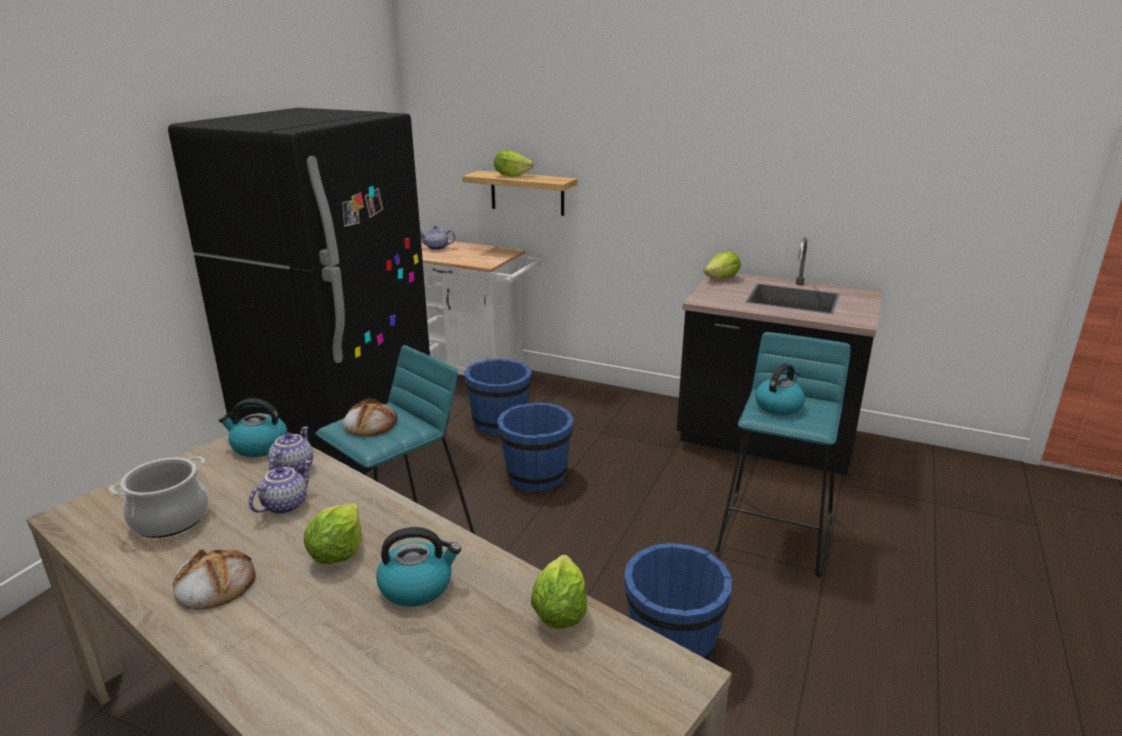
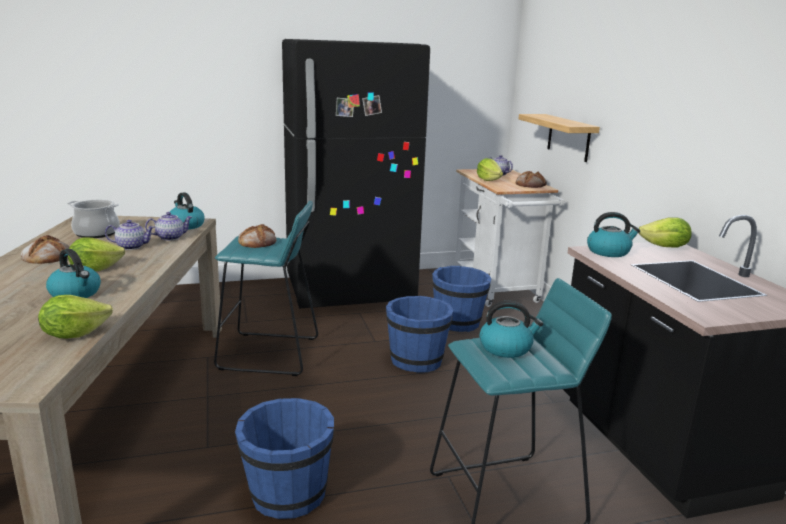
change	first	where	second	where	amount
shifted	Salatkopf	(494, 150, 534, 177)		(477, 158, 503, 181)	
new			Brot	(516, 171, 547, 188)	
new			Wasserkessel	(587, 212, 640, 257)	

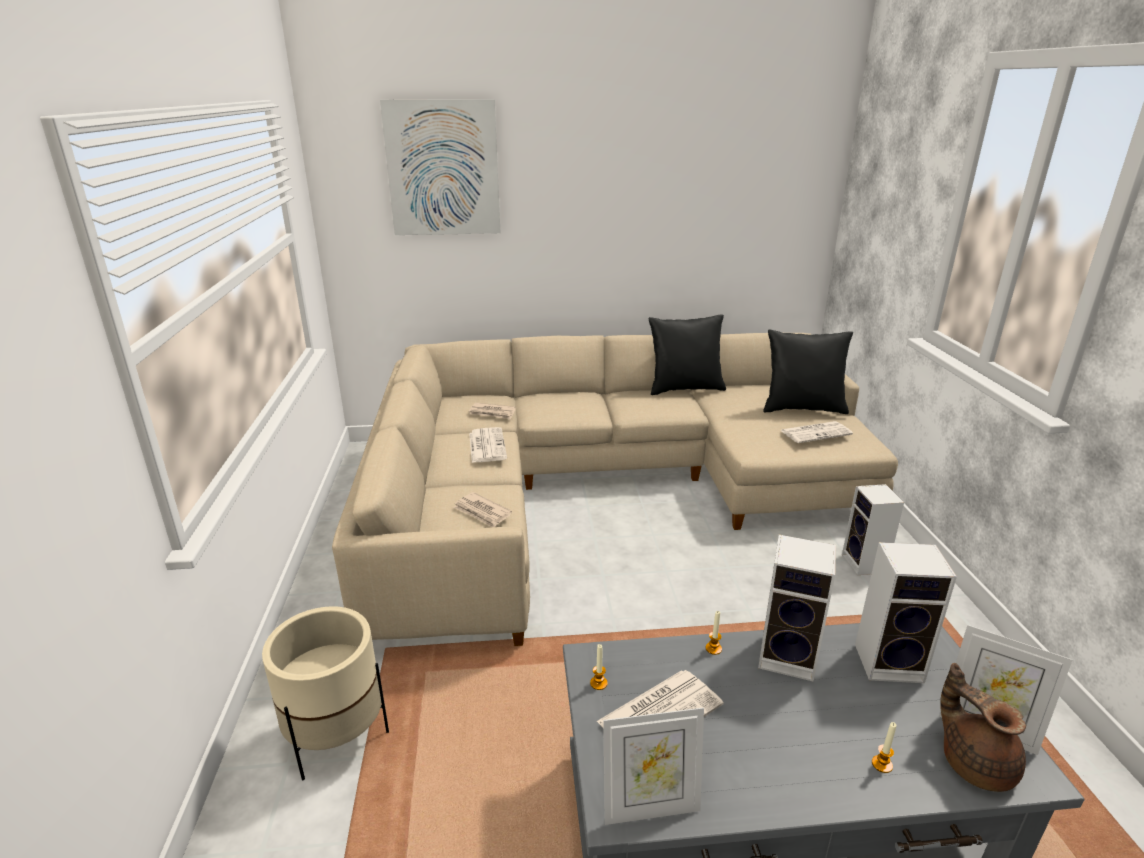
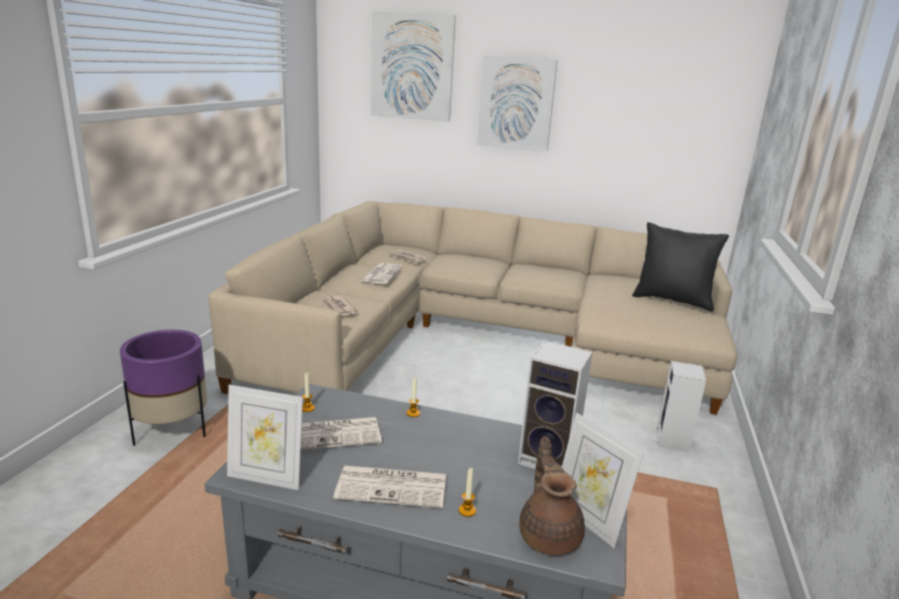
change	first	where	second	where	amount
repainted	Pflanzkübel (beige)	(262, 606, 389, 781)	Pflanzkübel (lila)	(120, 330, 207, 446)	
gone	Kissen (schwarz)	(649, 314, 726, 395)			
gone	Lautsprecher	(758, 534, 836, 681)			
shifted	Zeitung	(780, 421, 853, 443)		(333, 466, 446, 508)	
new			Bild	(477, 56, 557, 151)	

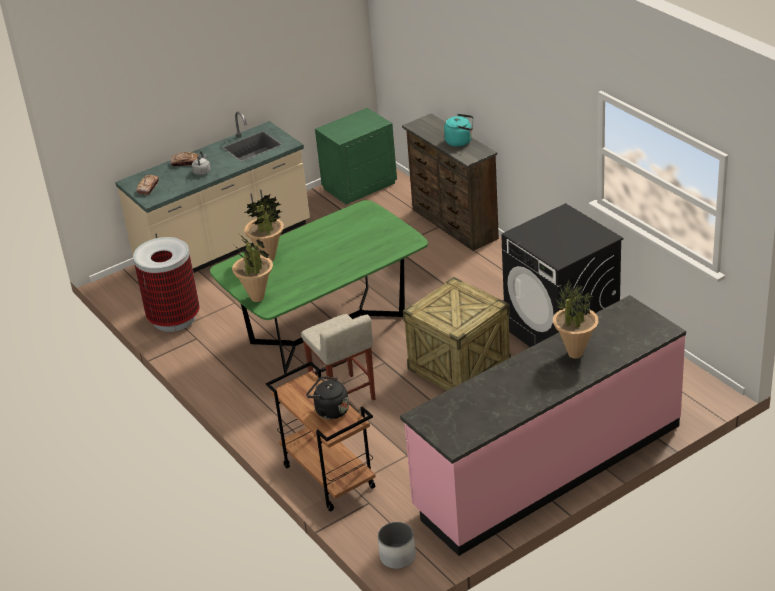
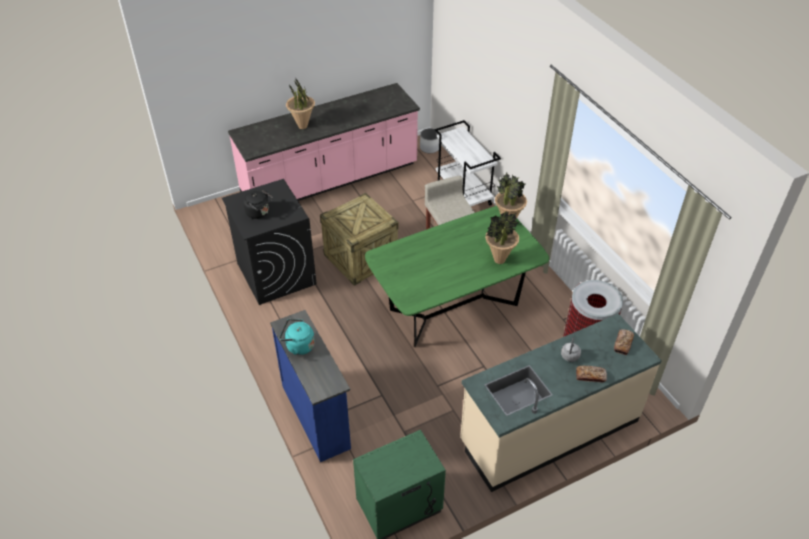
change	first	where	second	where	amount
repainted	Rollwagen (braun)	(266, 361, 376, 512)	Rollwagen (weiß)	(435, 120, 501, 206)	
shifted	Wasserkessel (schwarz)	(306, 376, 349, 419)		(243, 190, 273, 219)	
repainted	Kommode (braun)	(402, 113, 499, 251)	Kommode (blau)	(270, 310, 351, 462)	

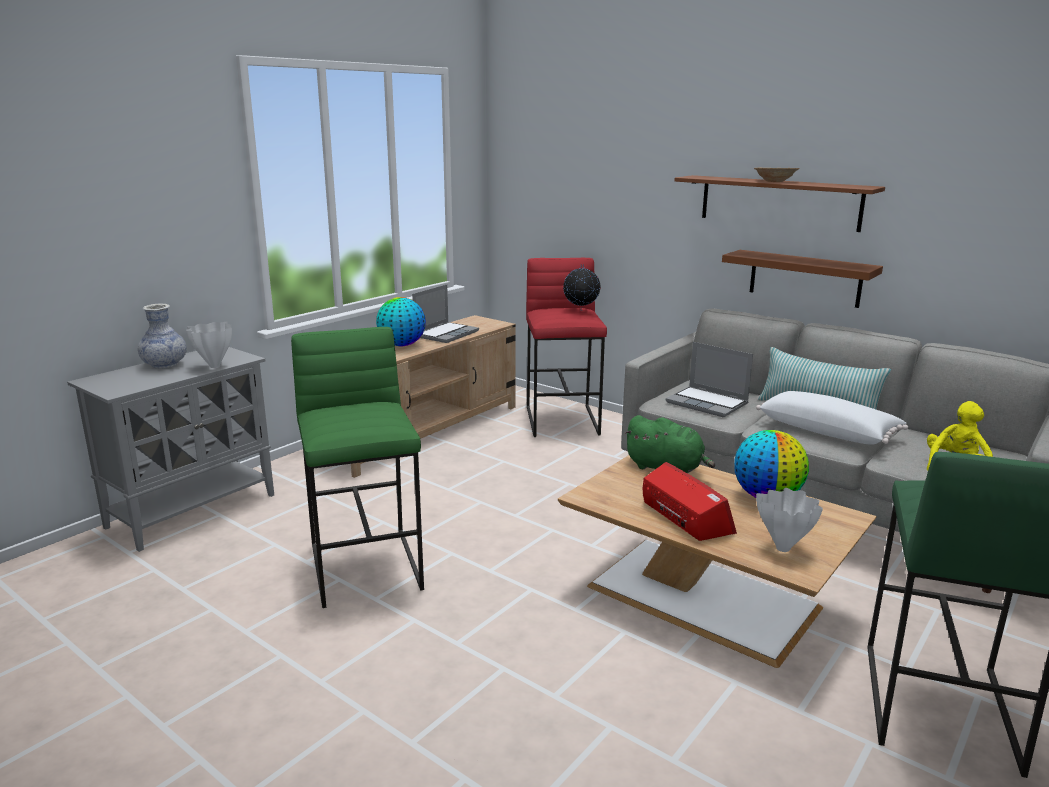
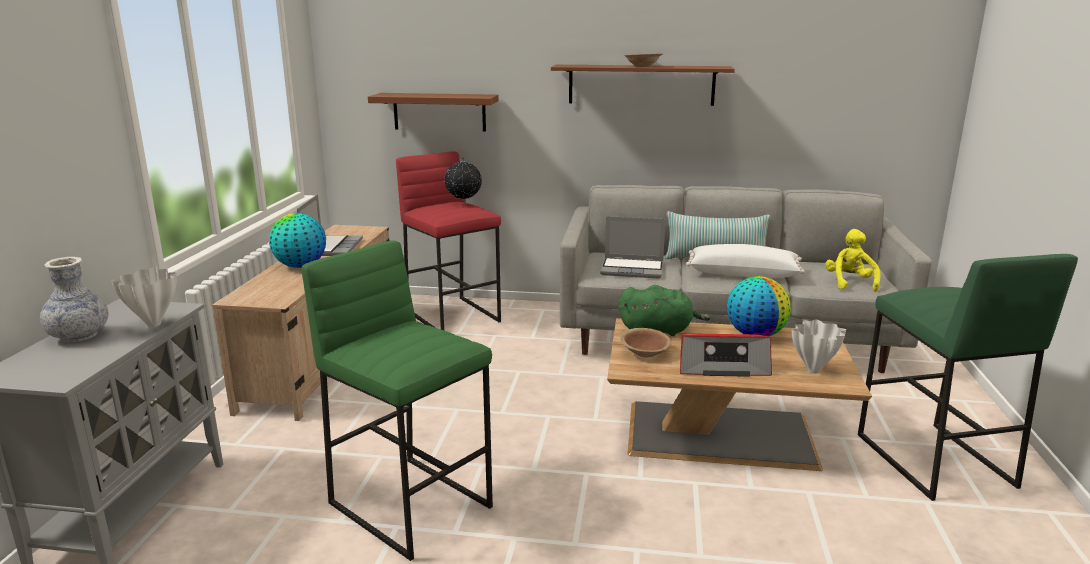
change	first	where	second	where	amount
rotated	Radio	(643, 462, 737, 541)		(680, 333, 772, 377)	150 degrees clockwise
shifted	Wandregal (braun)	(722, 250, 883, 308)		(368, 93, 499, 132)	
new			Schüssel (braun)	(620, 328, 671, 357)	

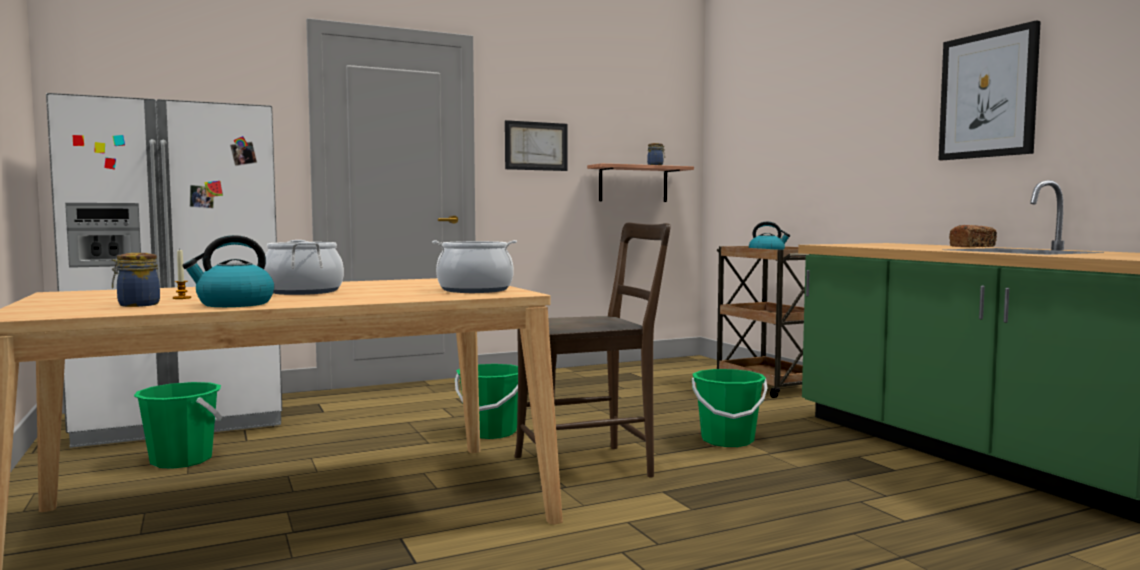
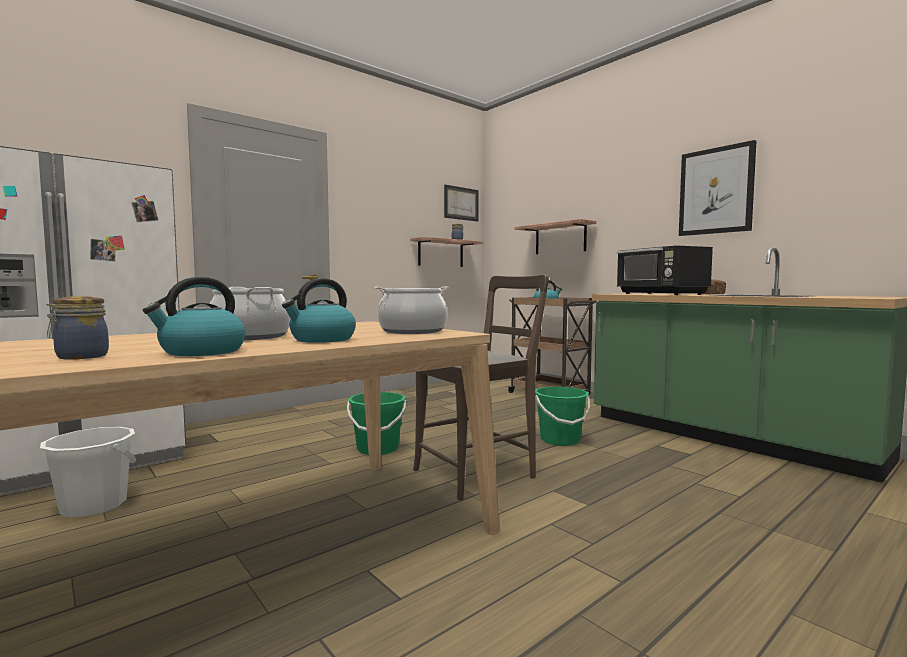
change	first	where	second	where	amount
repainted	Eimer (grün)	(134, 382, 222, 469)	Eimer (weiß)	(40, 427, 137, 517)	
gone	Kerze	(173, 250, 191, 299)			
shifted	Bild	(505, 120, 567, 171)		(444, 185, 479, 222)	
new			Wasserkessel	(282, 278, 356, 343)	
new			Wandregal	(514, 219, 596, 254)	
new			Mikrowelle (schwarz)	(617, 246, 713, 295)	

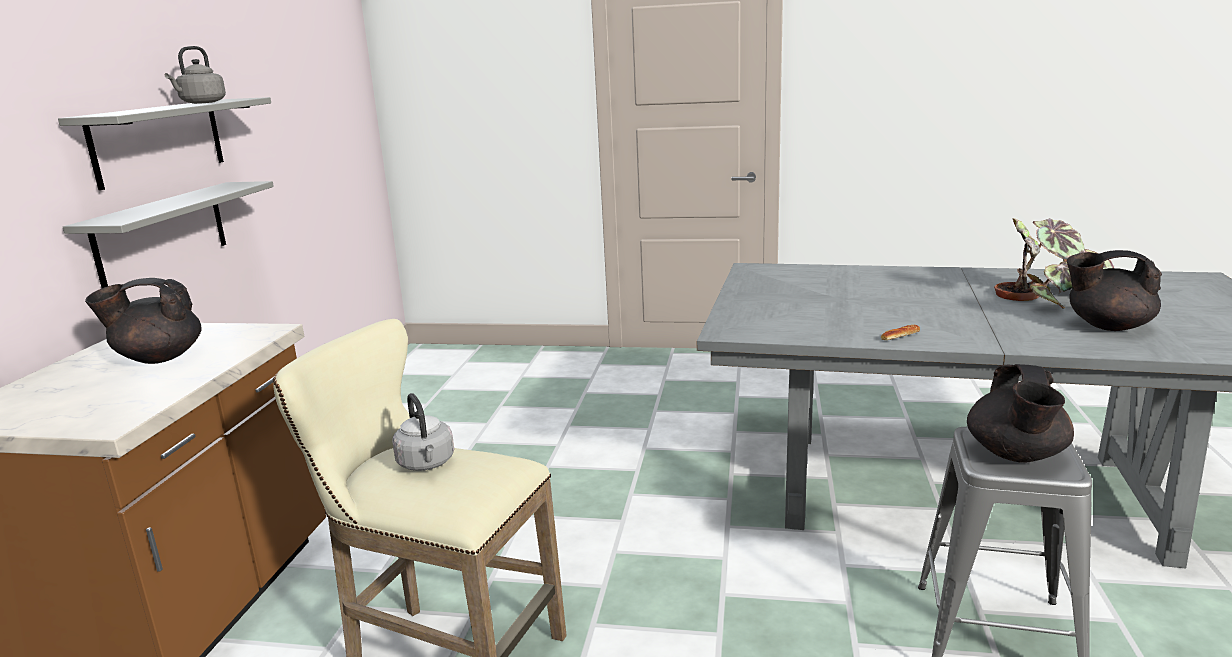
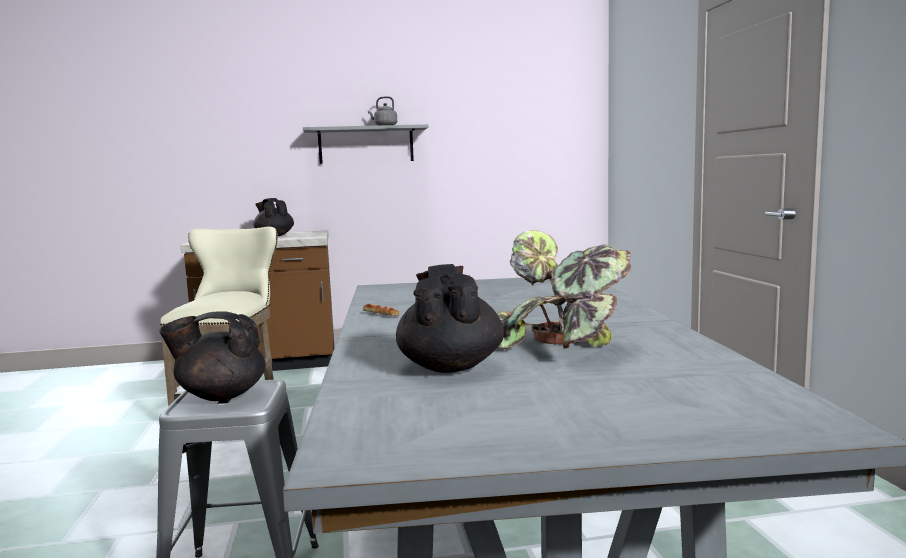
change	first	where	second	where	amount
gone	Wandregal (grau)	(63, 181, 274, 288)			
gone	Wasserkessel (grau)	(392, 393, 454, 471)			

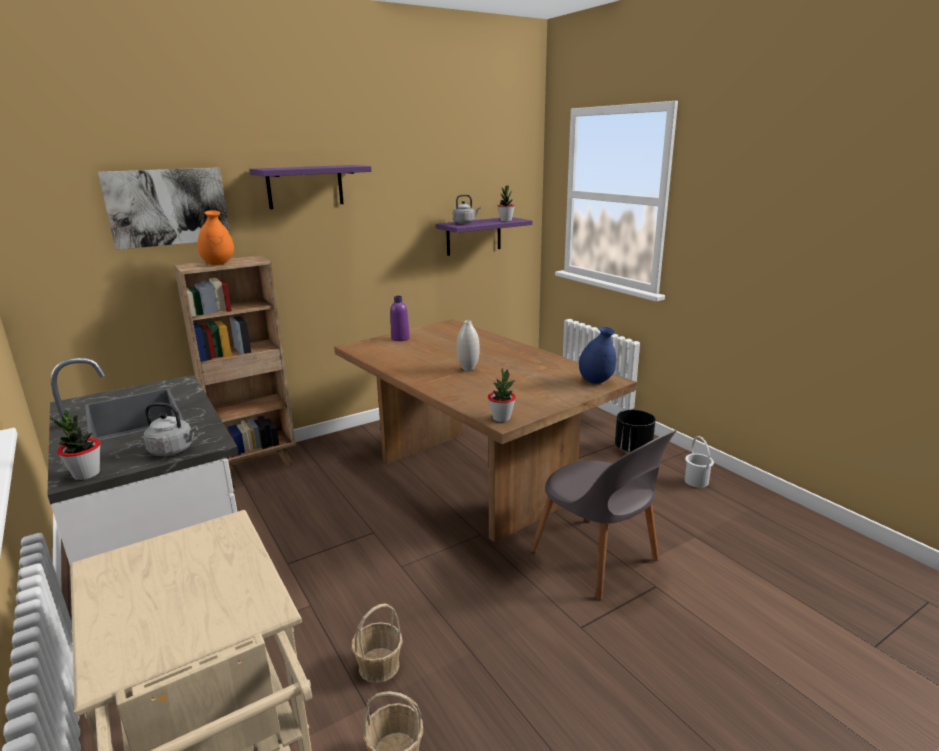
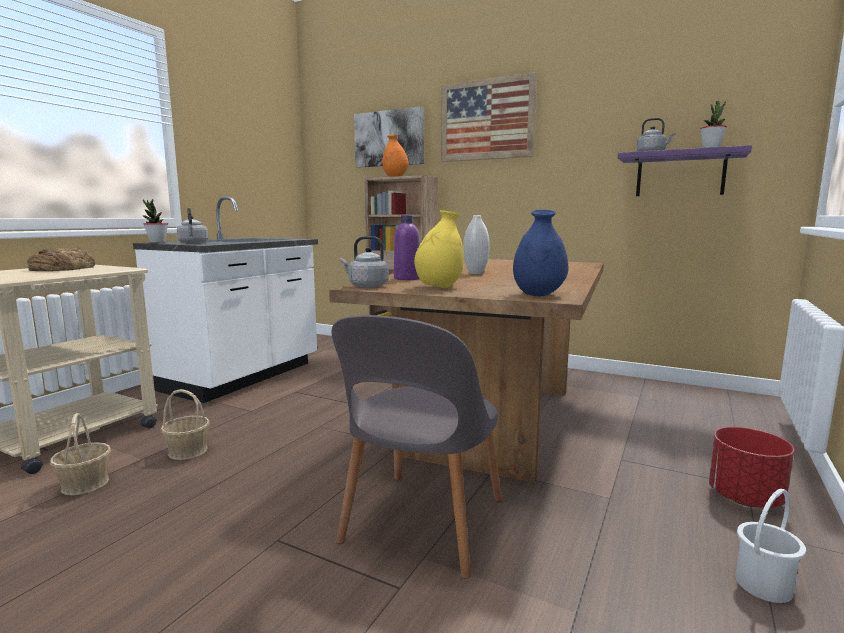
change	first	where	second	where	amount
swapped	Wandregal (lila)	(249, 165, 372, 209)	Bild	(441, 72, 537, 162)	
shifted	Flasche (lila)	(390, 296, 410, 341)		(394, 215, 420, 280)	
swapped	Topfpflanze	(488, 368, 516, 422)	Wasserkessel (grau)	(340, 236, 389, 287)	
repainted	Pflanzkübel (schwarz)	(615, 410, 656, 452)	Pflanzkübel (rot)	(709, 427, 794, 508)	
new			Brot	(27, 247, 95, 271)	
new			Vase (gelb)	(414, 210, 464, 288)	

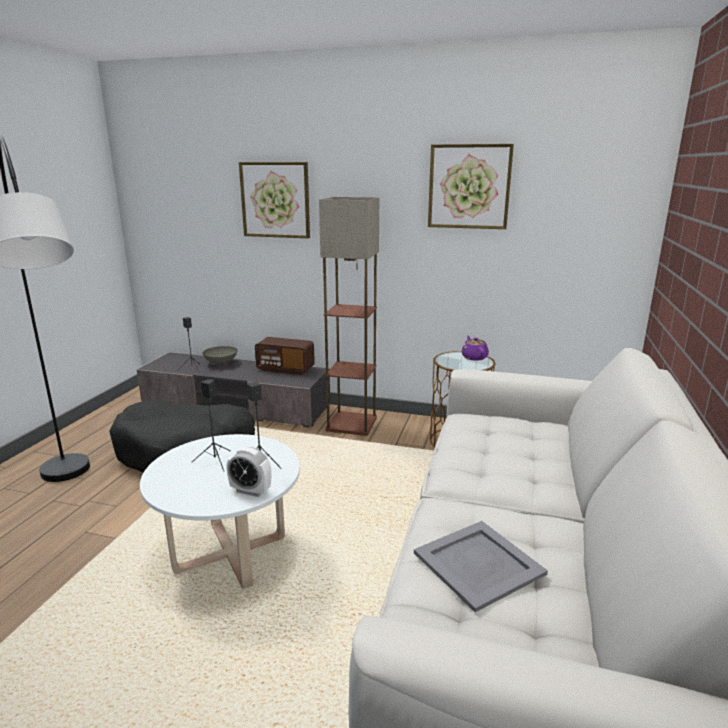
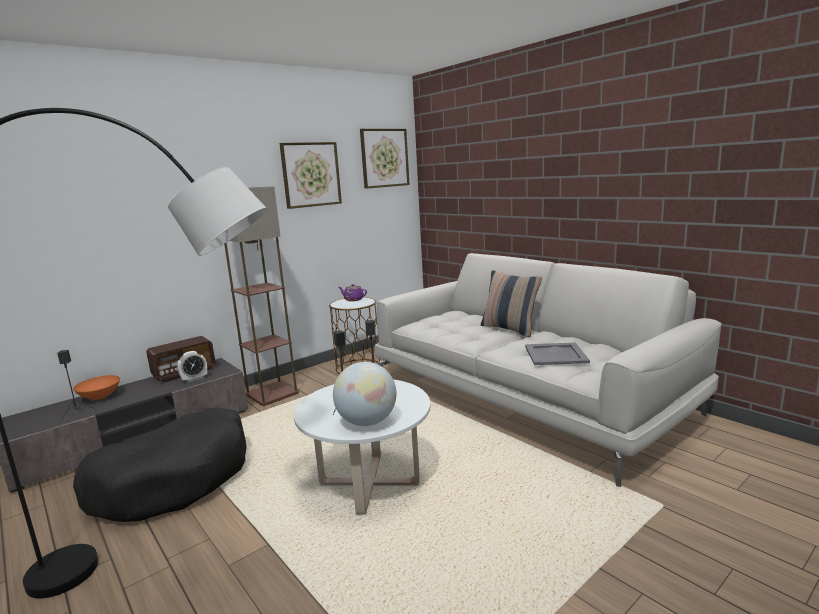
change	first	where	second	where	amount
repainted	Schüssel (grau)	(203, 346, 238, 365)	Schüssel (orange)	(73, 375, 120, 400)	
shifted	Wecker	(227, 447, 271, 497)		(177, 351, 207, 382)	
shifted	Bild	(239, 162, 310, 238)		(360, 129, 410, 189)	
new			Globus	(333, 362, 397, 426)	
new			Kissen	(481, 270, 542, 337)	

